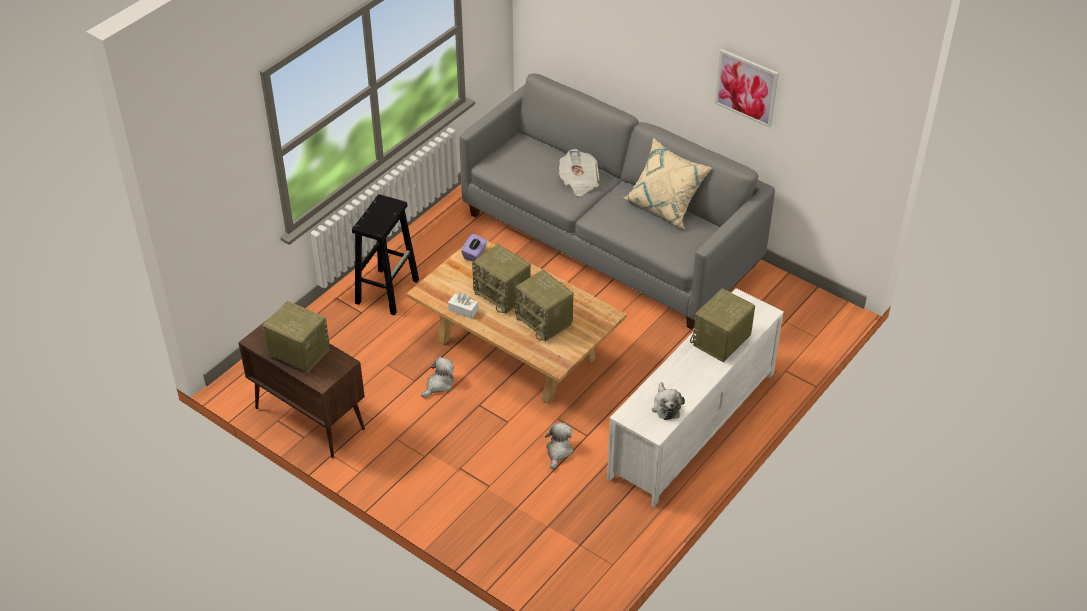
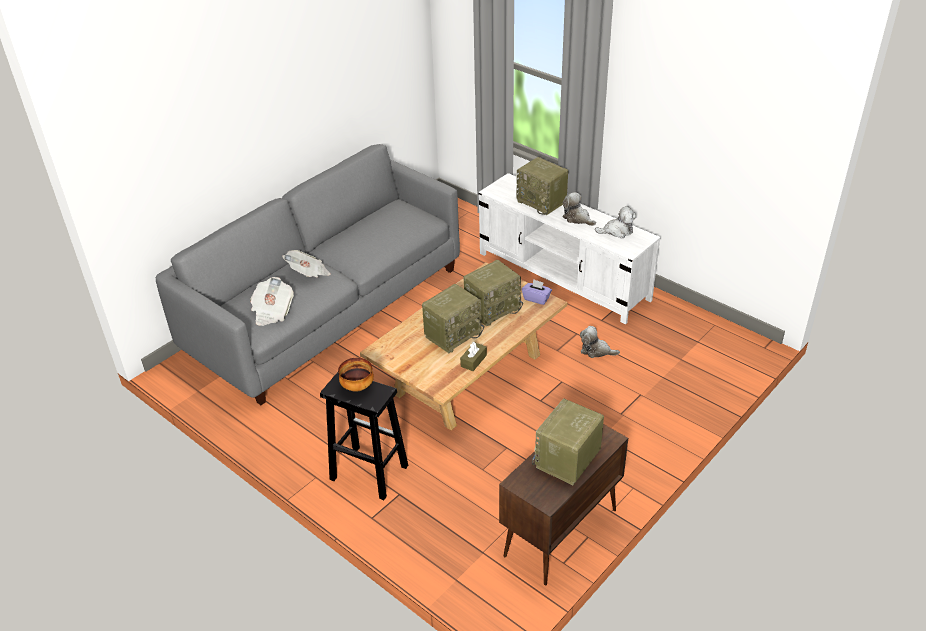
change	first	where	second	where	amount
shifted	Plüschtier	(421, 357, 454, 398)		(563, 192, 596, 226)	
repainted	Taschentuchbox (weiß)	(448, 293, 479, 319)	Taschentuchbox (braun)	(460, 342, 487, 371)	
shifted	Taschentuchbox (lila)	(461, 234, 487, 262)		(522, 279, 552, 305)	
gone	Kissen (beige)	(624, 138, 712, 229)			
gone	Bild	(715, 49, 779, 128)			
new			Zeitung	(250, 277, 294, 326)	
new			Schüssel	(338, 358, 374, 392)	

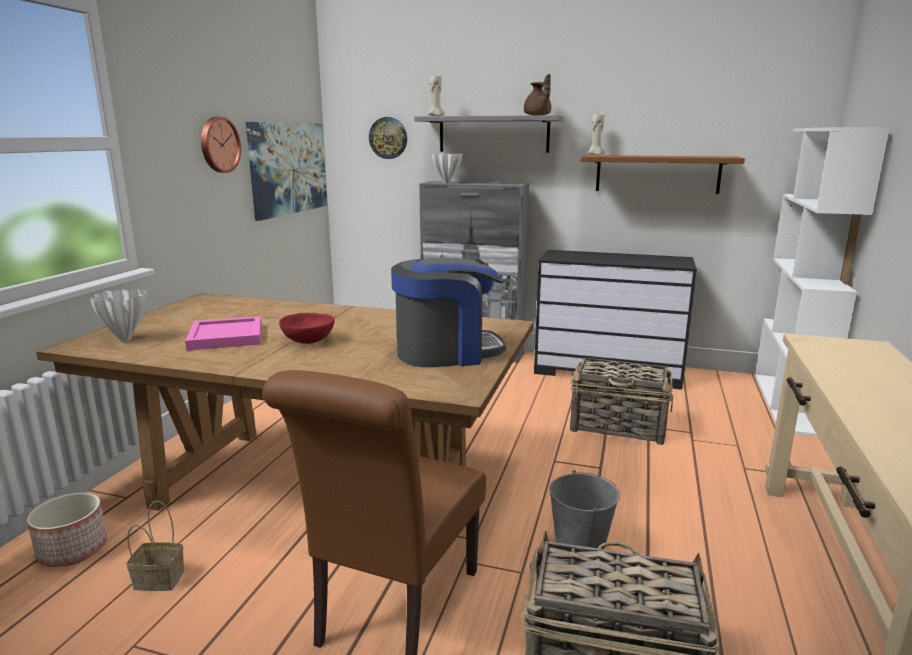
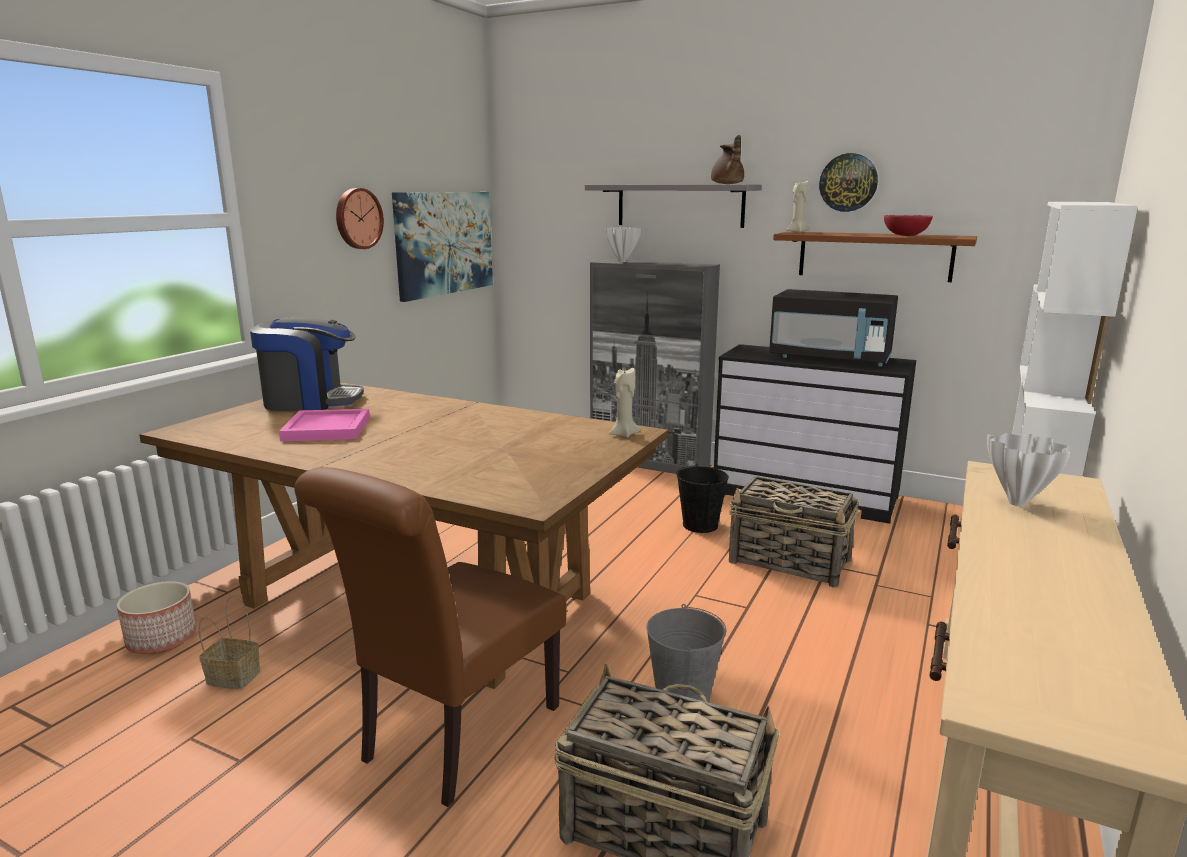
change	first	where	second	where	amount
shifted	Vase (weiß)	(90, 289, 147, 342)		(987, 433, 1070, 506)	
shifted	Schüssel (rot)	(279, 313, 335, 344)		(884, 215, 933, 236)	
shifted	Wanduhr	(369, 117, 407, 159)		(819, 153, 878, 212)	
shifted	Kaffeemaschine	(391, 258, 506, 367)		(250, 317, 364, 411)	
shifted	Kerze (beige)	(428, 74, 445, 116)		(609, 368, 640, 438)	
new			Eimer (schwarz)	(676, 464, 729, 533)	
new			Mikrowelle (schwarz)	(769, 289, 898, 367)	

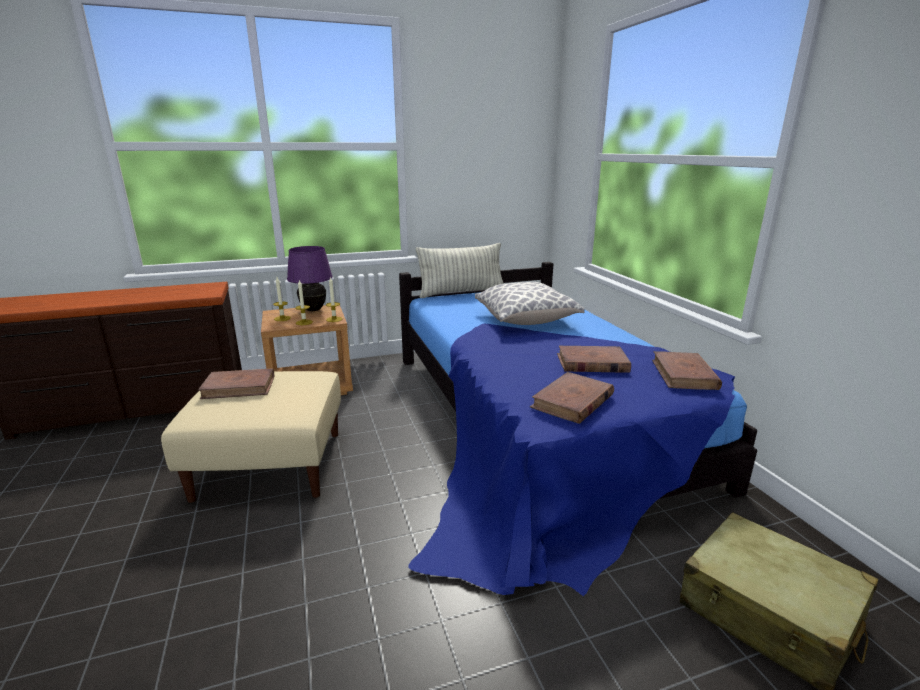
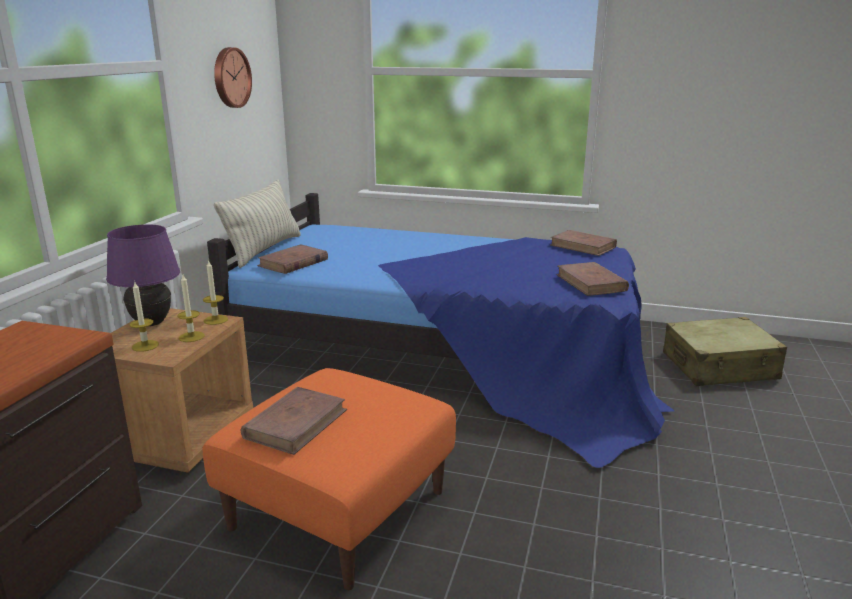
change	first	where	second	where	amount
repainted	Polsterhocker (beige)	(161, 371, 341, 503)	Polsterhocker (orange)	(202, 368, 456, 590)	
gone	Kissen	(475, 282, 585, 325)			
shifted	Buch (braun)	(557, 346, 631, 373)		(257, 244, 328, 274)	
new			Wanduhr	(214, 47, 252, 108)	

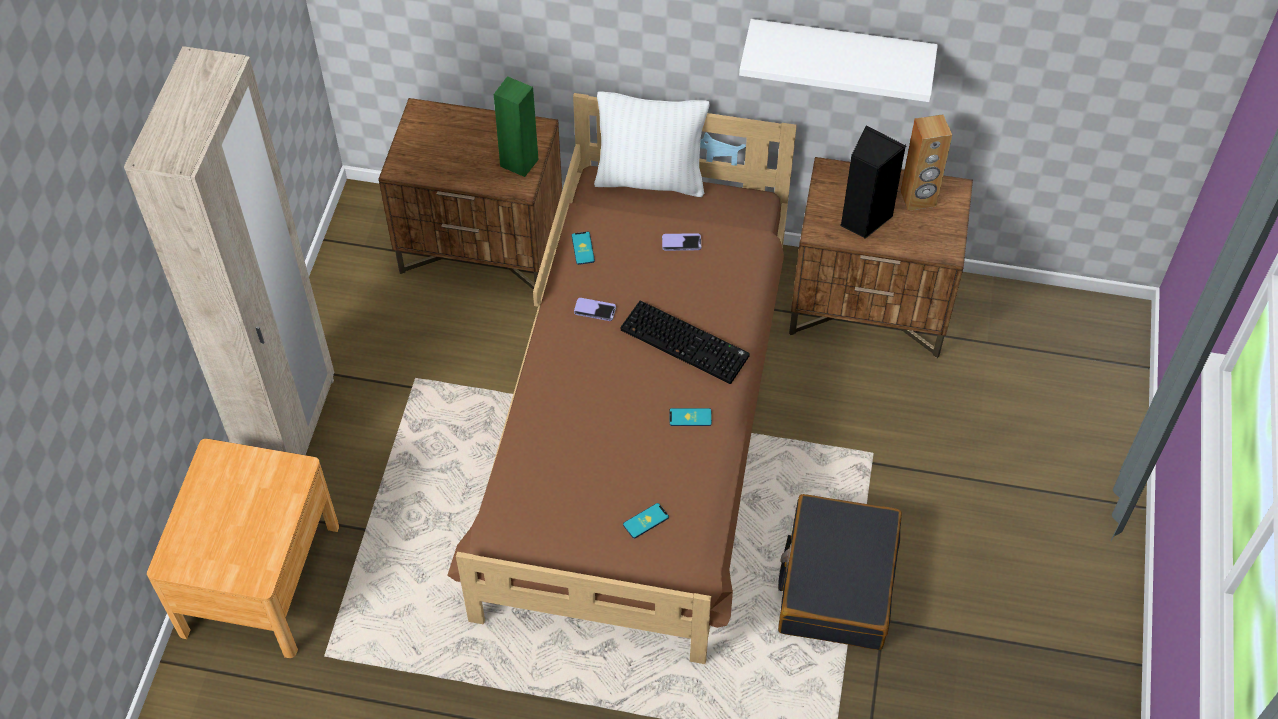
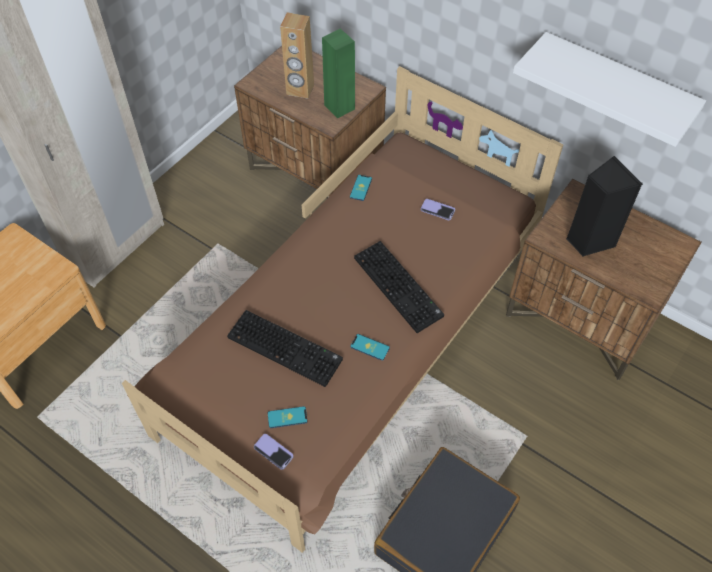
change	first	where	second	where	amount
shifted	Handy	(574, 298, 616, 321)		(254, 434, 294, 470)	
gone	Kissen (weiß)	(594, 91, 709, 197)			
shifted	Lautsprecher (braun)	(900, 114, 952, 211)		(280, 12, 314, 99)	
new			Tastatur	(227, 310, 343, 387)	

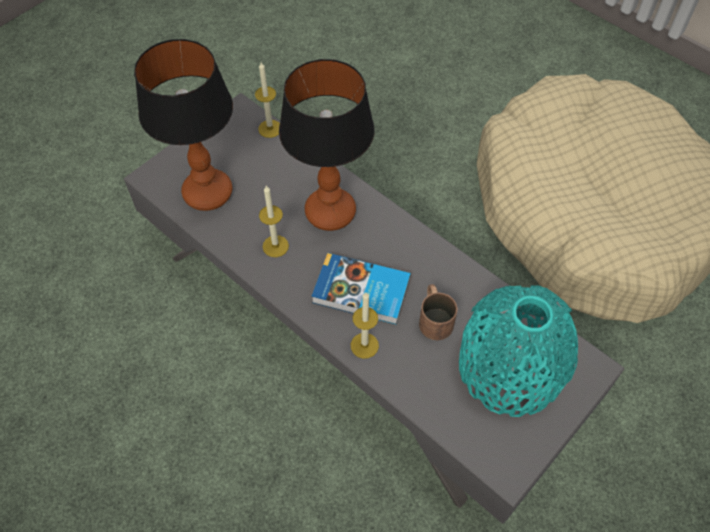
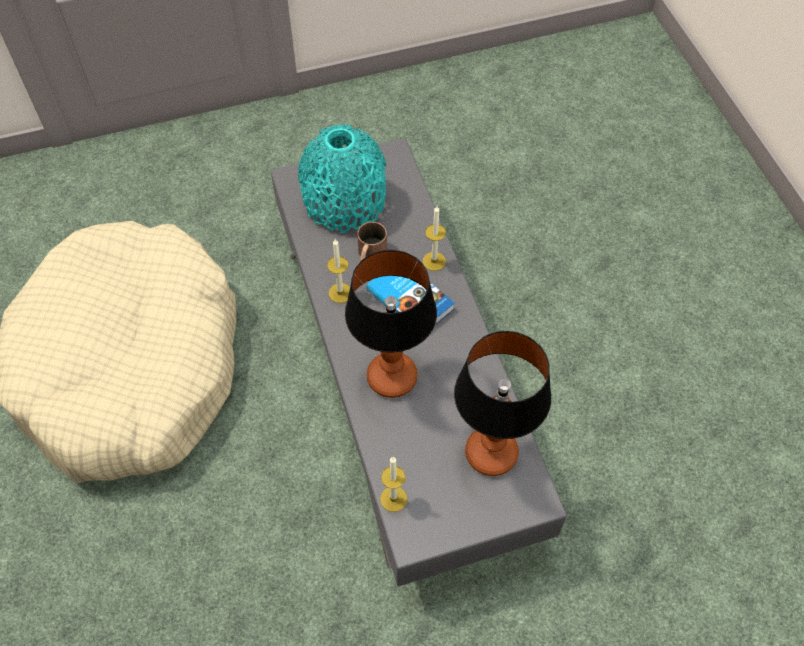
change	first	where	second	where	amount
shifted	Kerze	(259, 186, 289, 257)		(327, 239, 350, 303)	

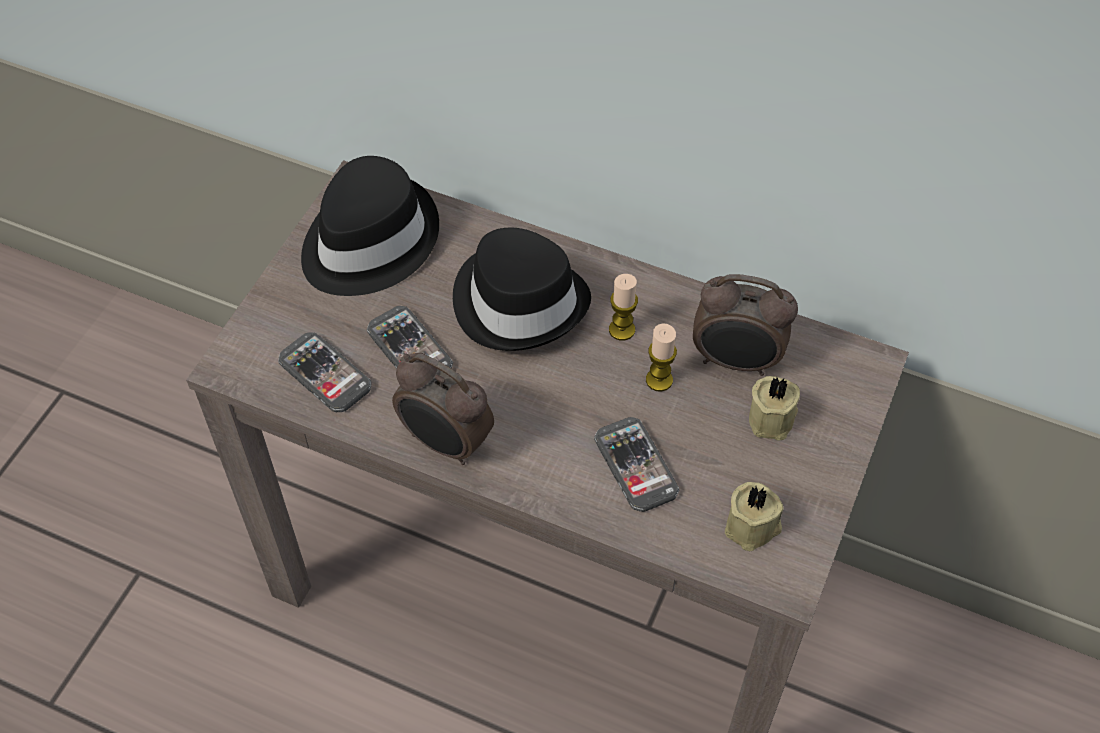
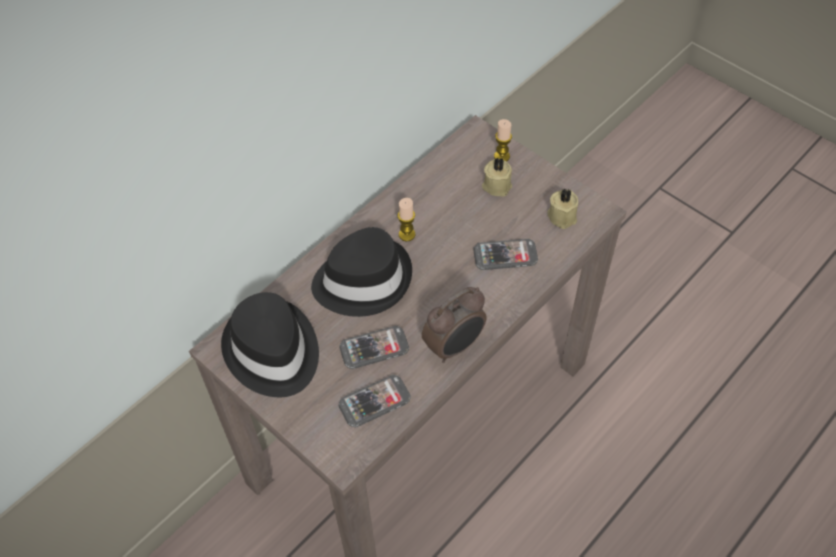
change	first	where	second	where	amount
shifted	Kerze	(646, 323, 677, 392)		(494, 119, 512, 162)	
gone	Wecker	(693, 274, 798, 376)			

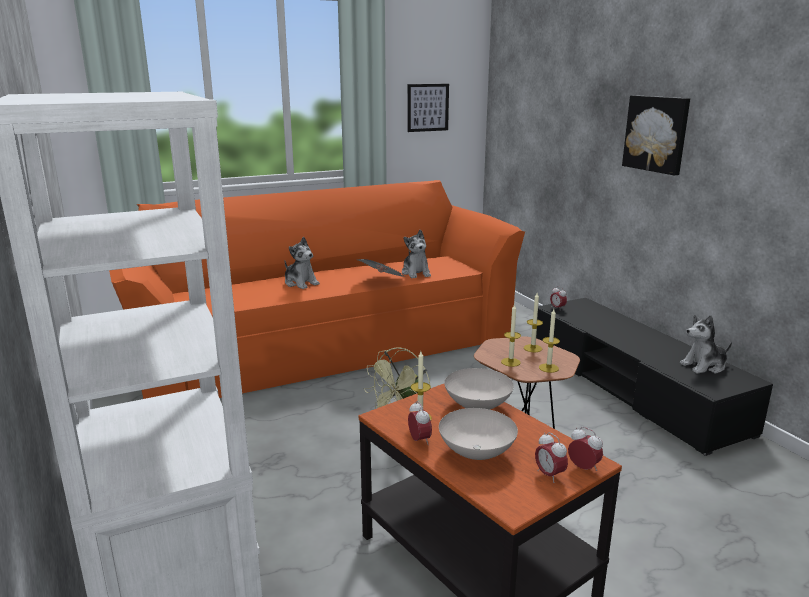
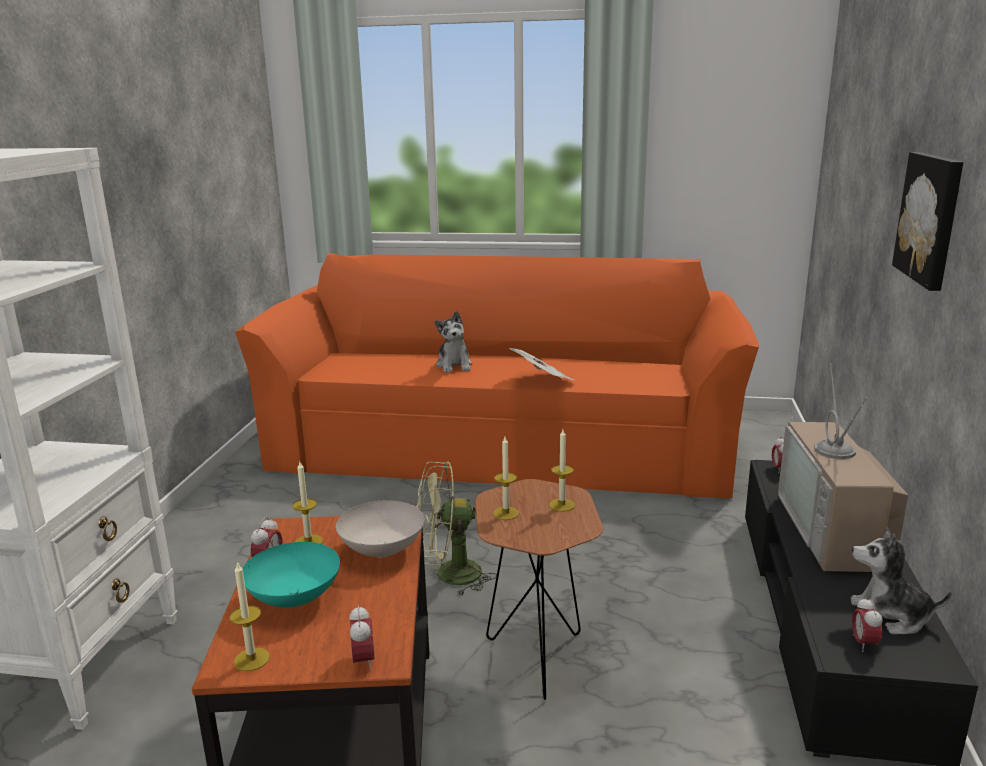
change	first	where	second	where	amount
gone	Plüschtier	(402, 230, 431, 278)			
gone	Bild	(408, 84, 449, 132)			
repainted	Schüssel (weiß)	(439, 408, 518, 460)	Schüssel (türkis)	(243, 542, 340, 608)	
shifted	Wecker	(535, 432, 568, 483)		(852, 597, 883, 652)	
shifted	Kerze	(539, 309, 560, 373)		(229, 561, 270, 671)	
new			Fernseher	(778, 363, 908, 572)	

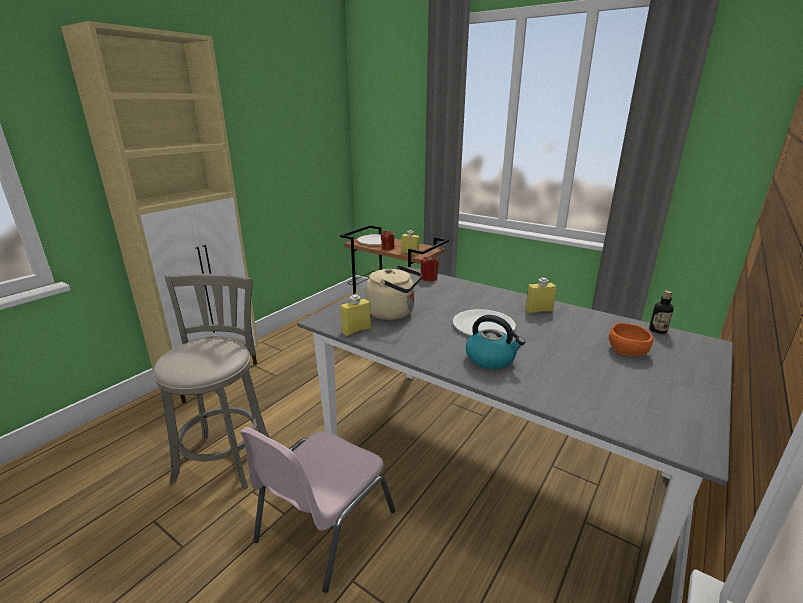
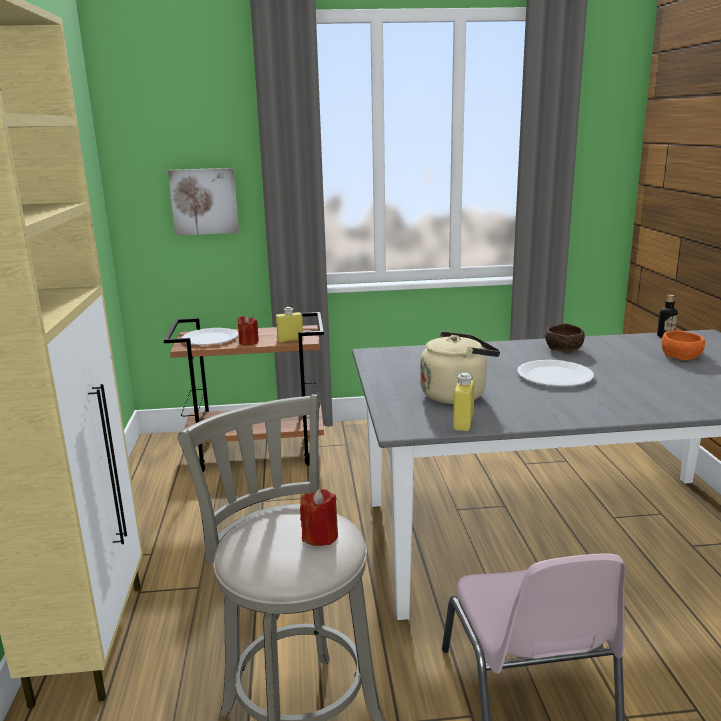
change	first	where	second	where	amount
shifted	Kerze (rot)	(421, 255, 439, 281)		(300, 489, 338, 546)	
gone	Wasserkessel	(466, 315, 525, 369)			
swapped	Flasche (gelb)	(525, 277, 557, 313)	Schüssel (braun)	(545, 324, 585, 353)	
new			Bild	(168, 168, 239, 235)	

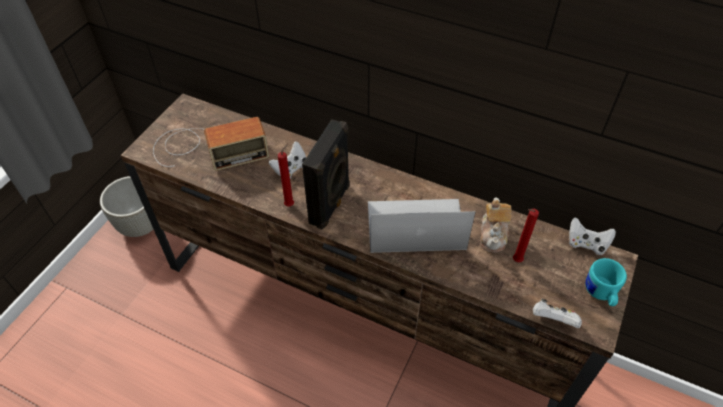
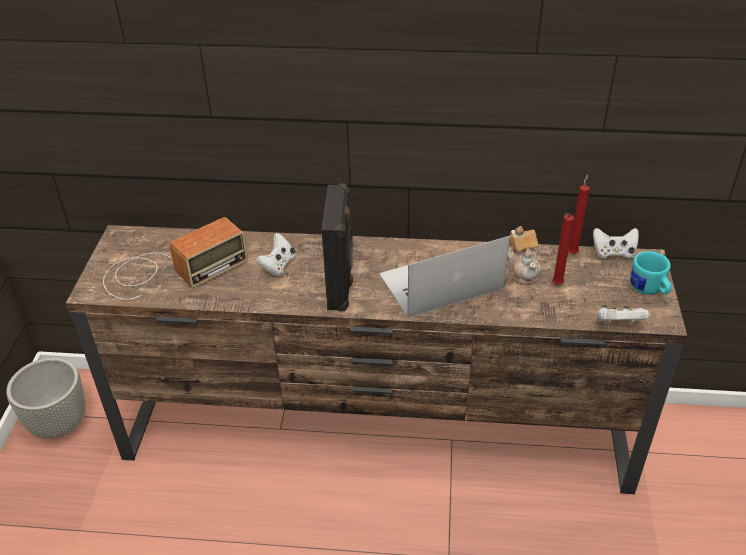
change	first	where	second	where	amount
shifted	Kerze (rot)	(278, 144, 294, 206)		(568, 174, 590, 254)	

